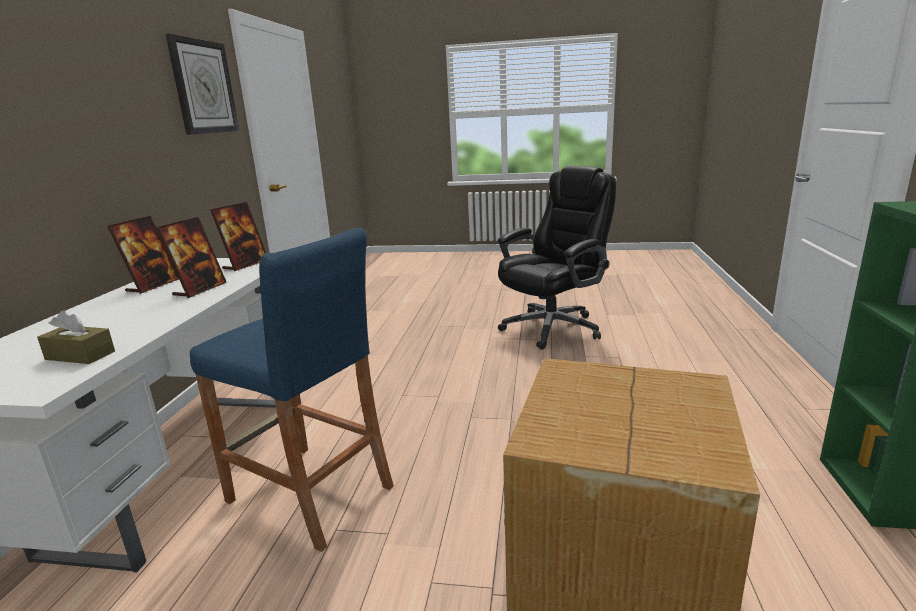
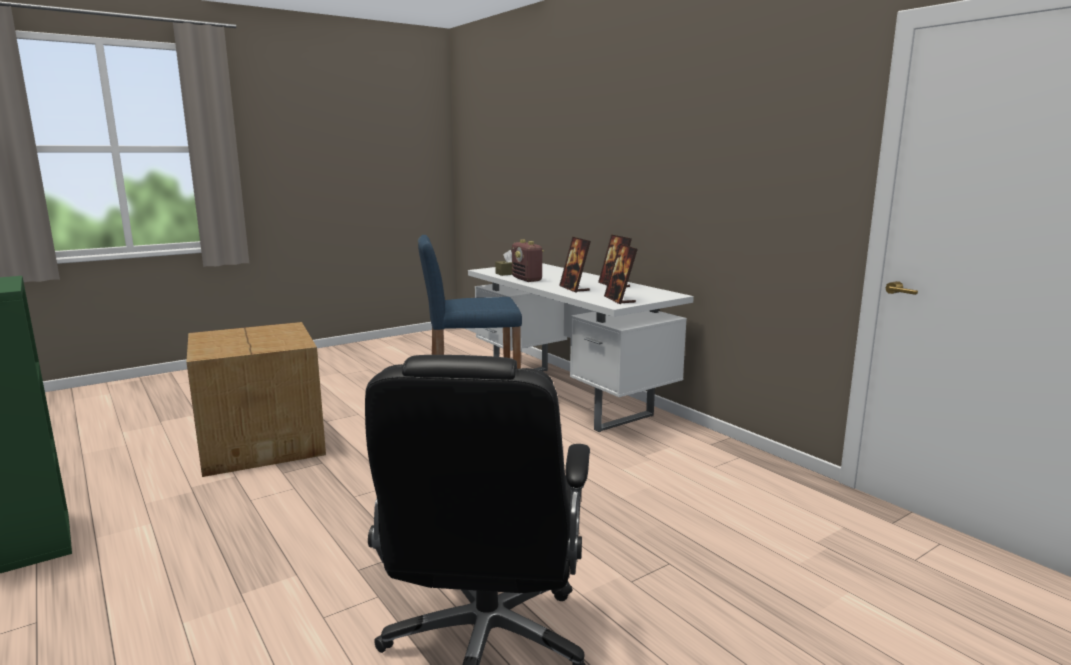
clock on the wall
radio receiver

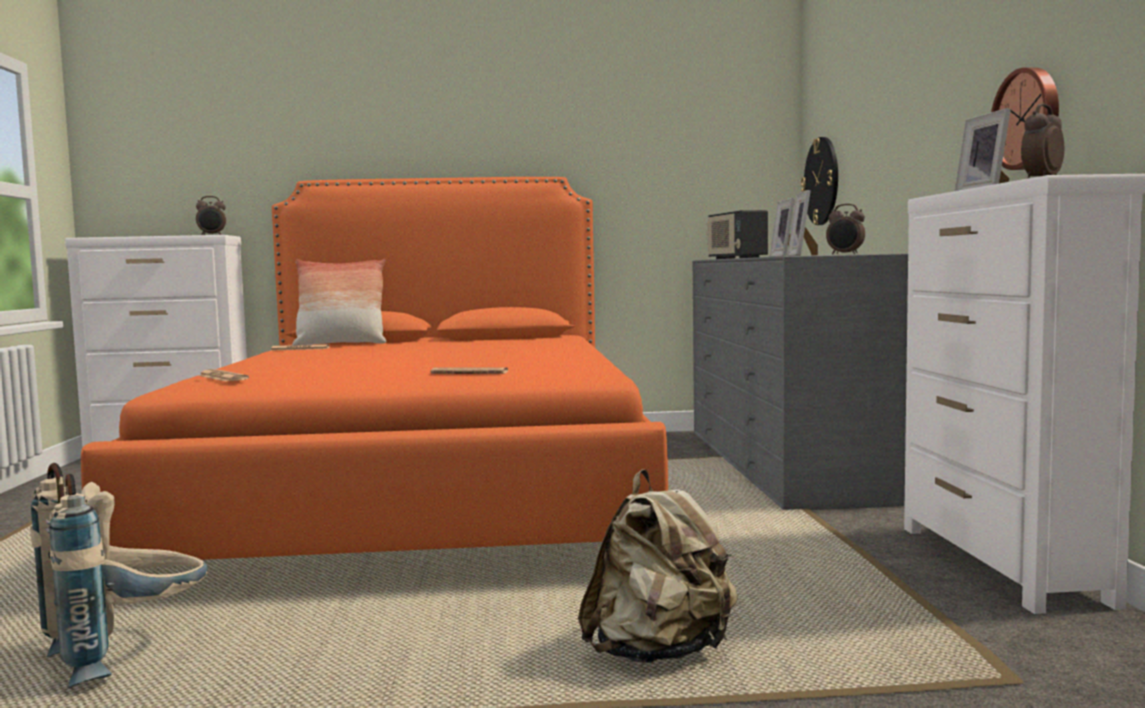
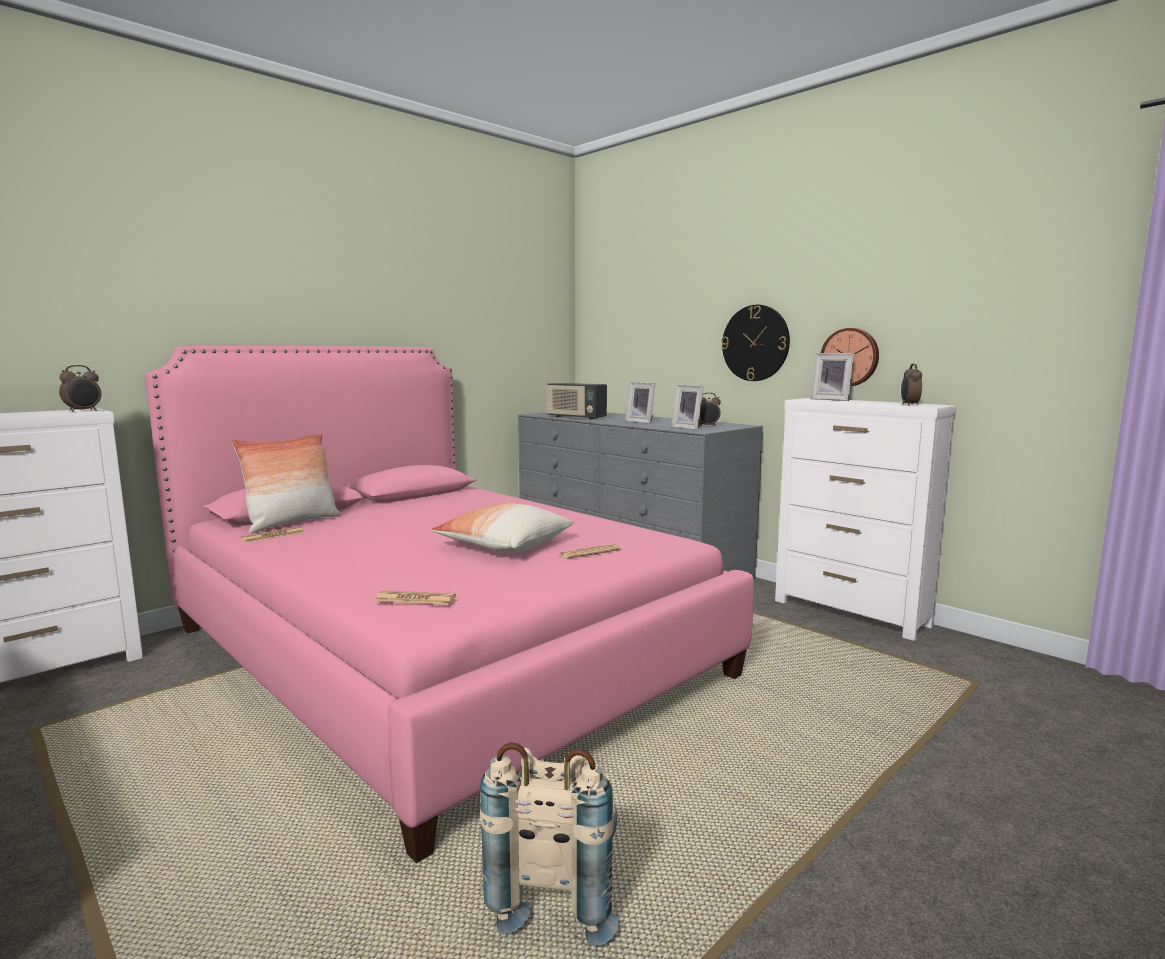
clock on the wall (no. 1 from left)
pinkish bed
beige knapsack (no. 2 from left in the first image)
cushion (no. 2 from left)

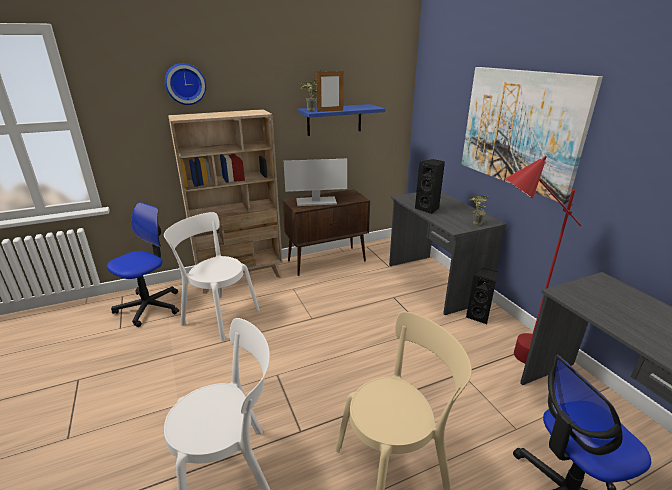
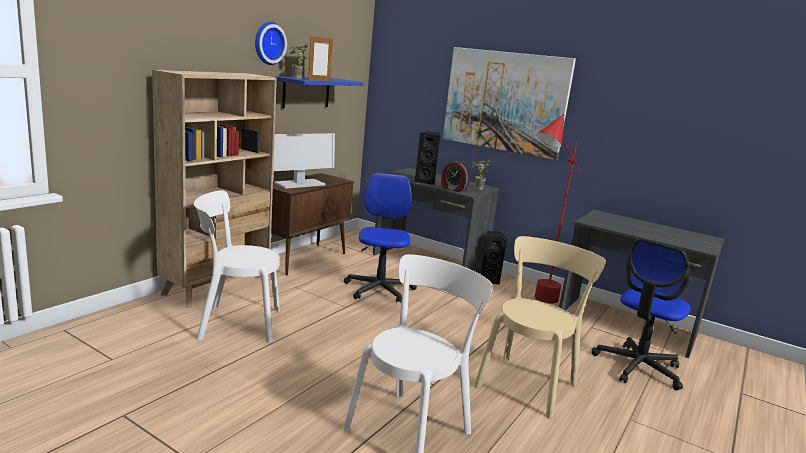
clock on the wall
desk chair (no. 1 from left)
alarm clock

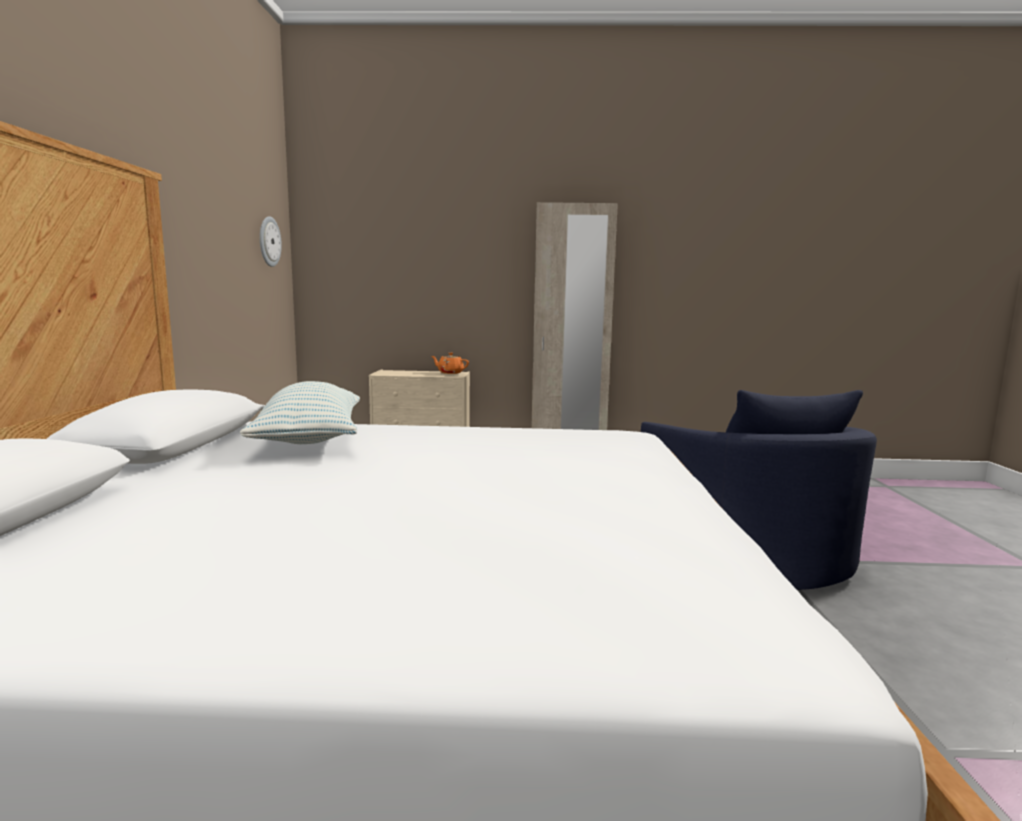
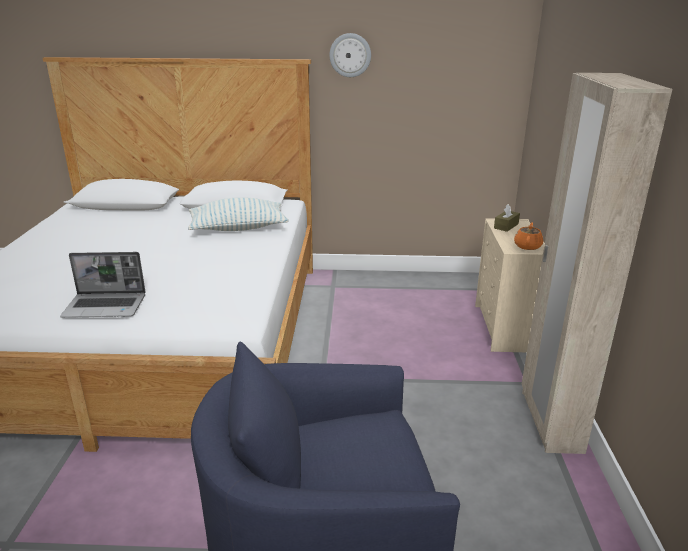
clock on the wall
brownish tissue box
portable computer

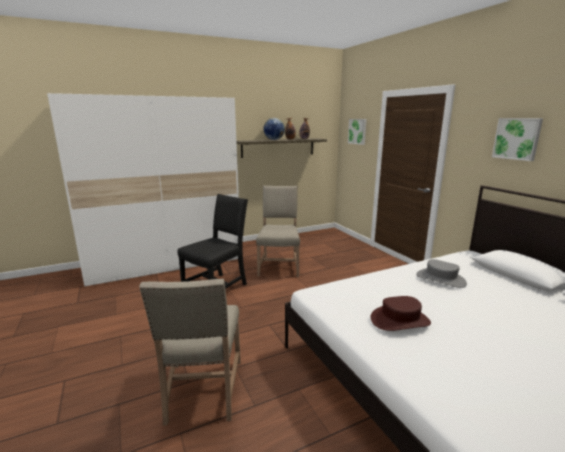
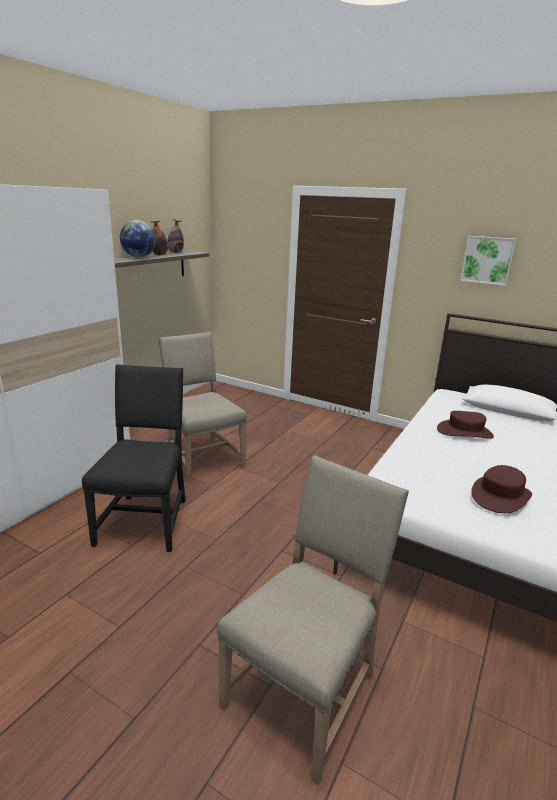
wall art (no. 1 from left in the first image)
brownish hat (no. 1 from left)
beige chair (no. 2 from left)

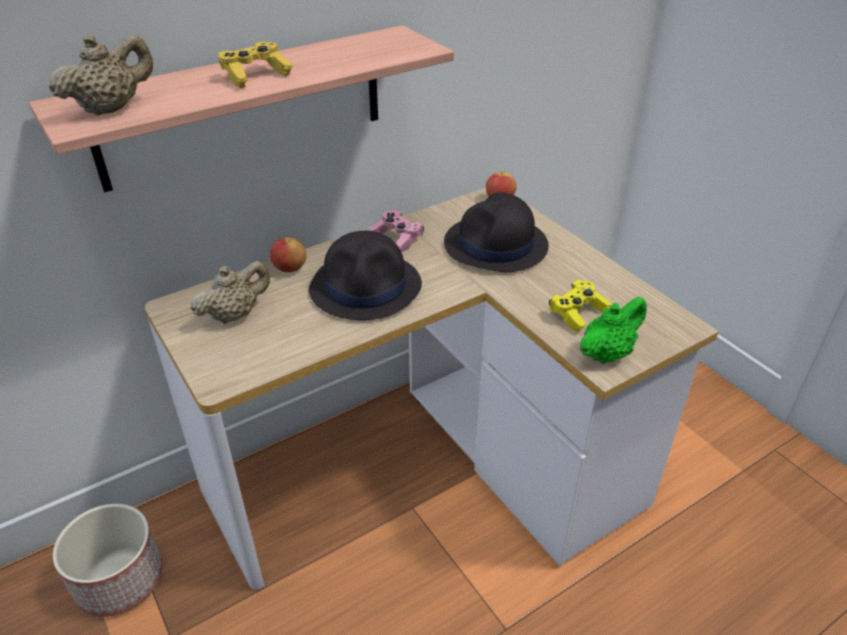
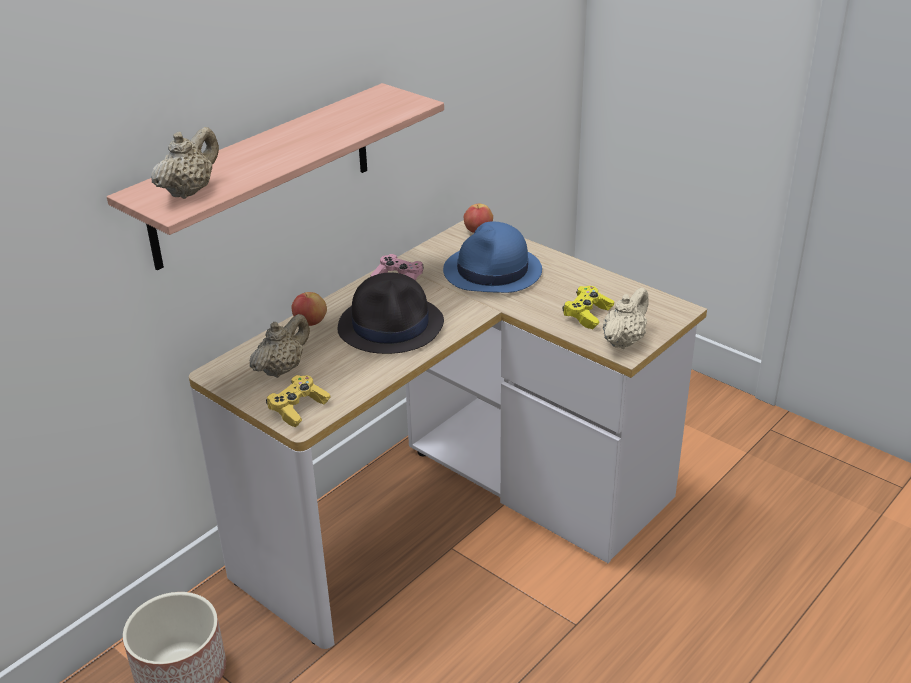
yellow-coloured gamepad (no. 1 from left)
blue-coloured hat
beige teapot (no. 3 from left)

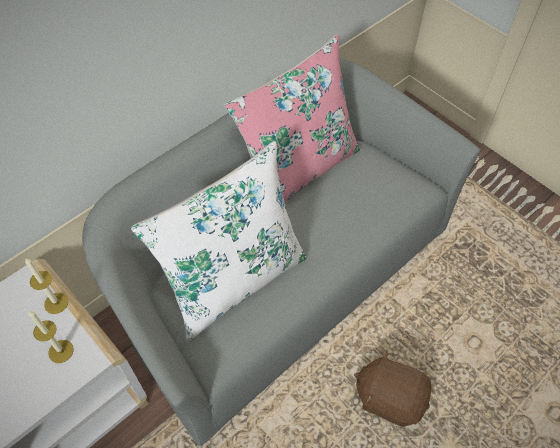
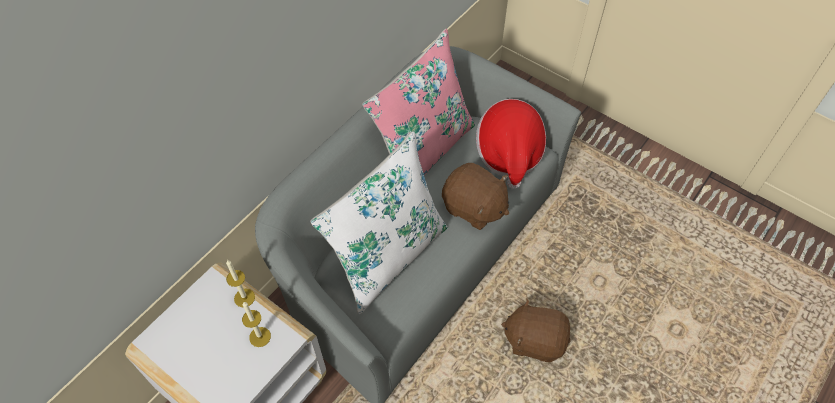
hat
brownish cuddly toy (no. 1 from left)

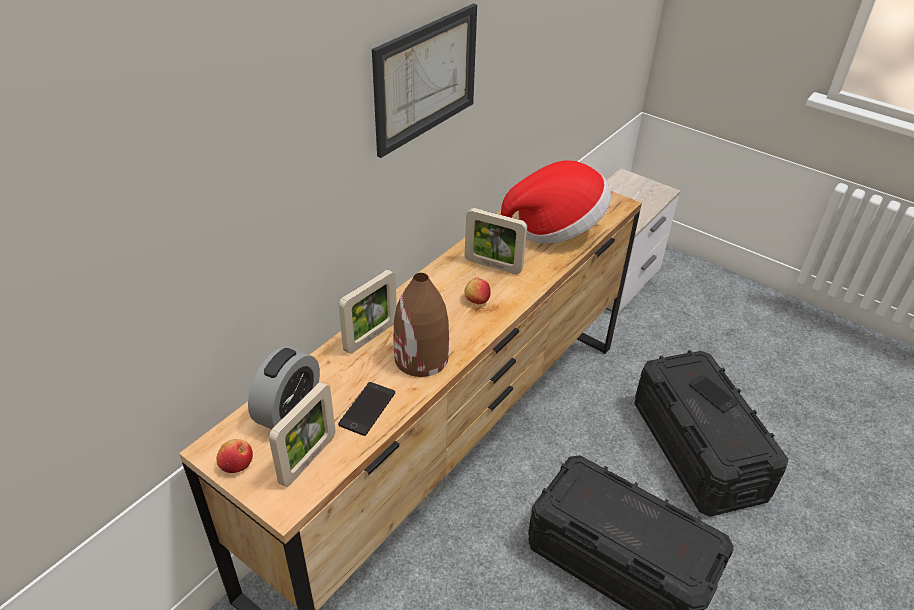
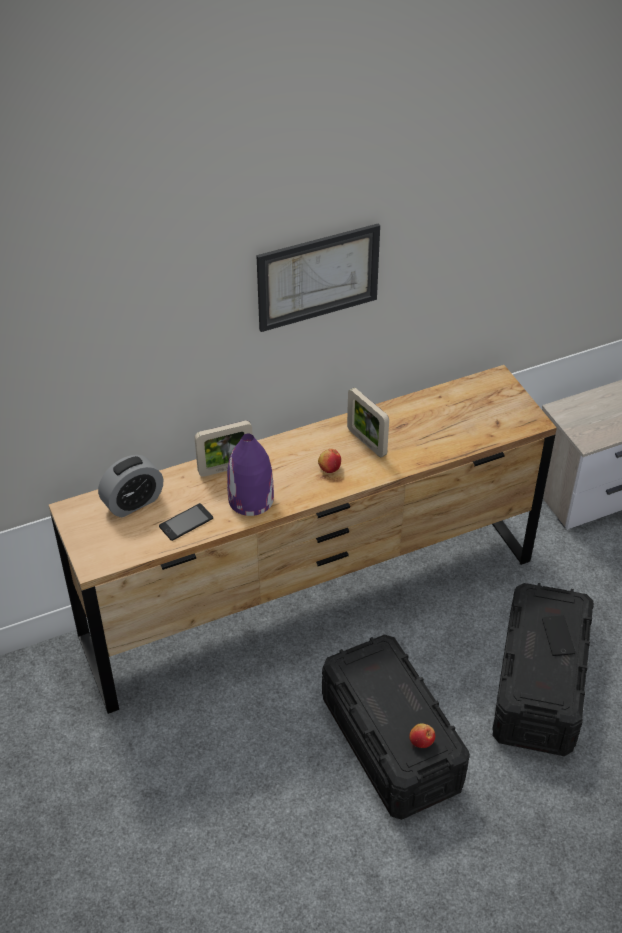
hat
purplish vase
standing frame (no. 1 from left in the first image)
whole apple (no. 2 from left)

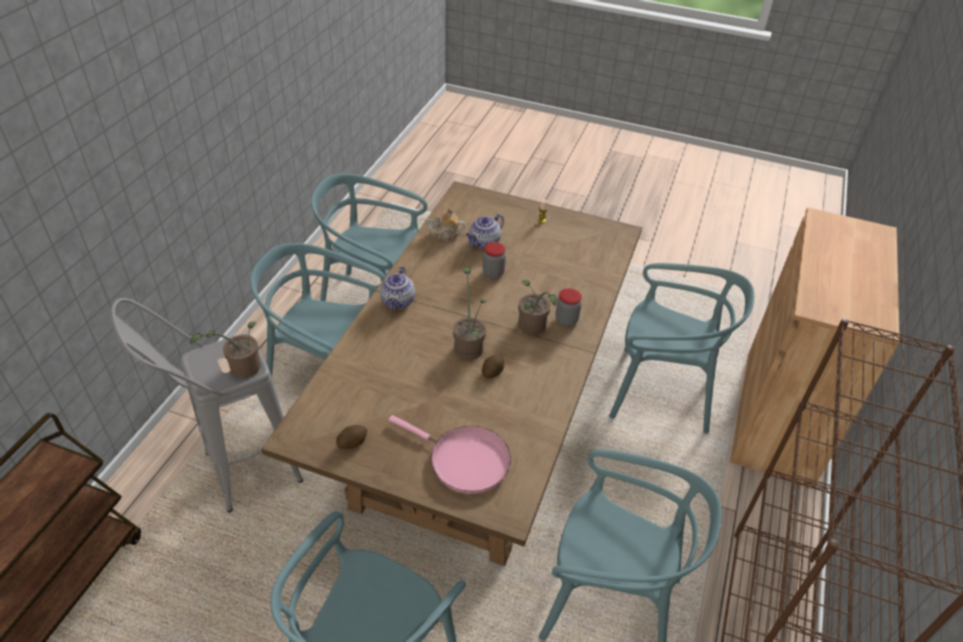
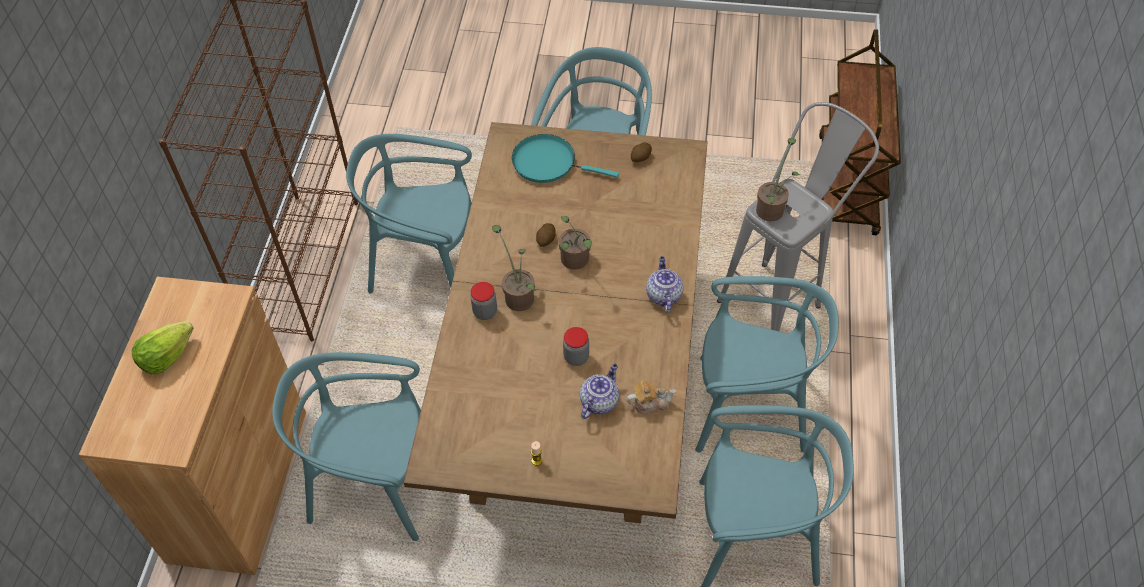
turquoise-coloured frying pan
lettuce

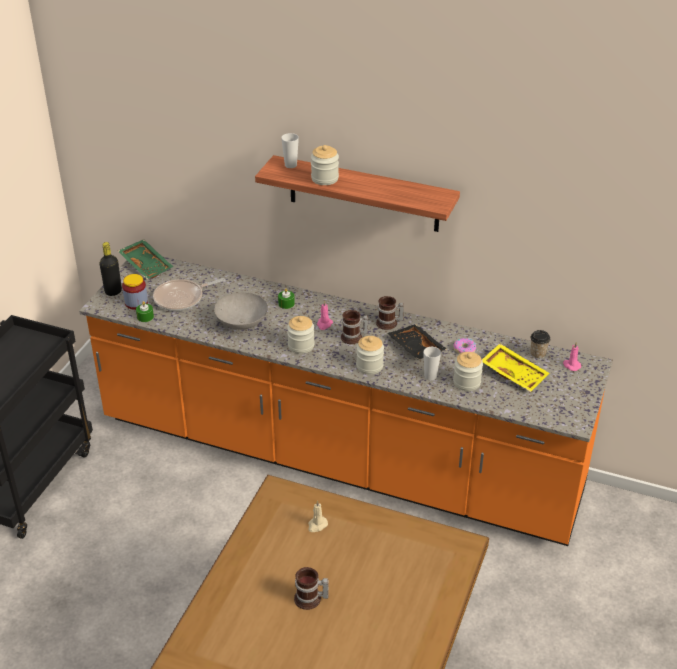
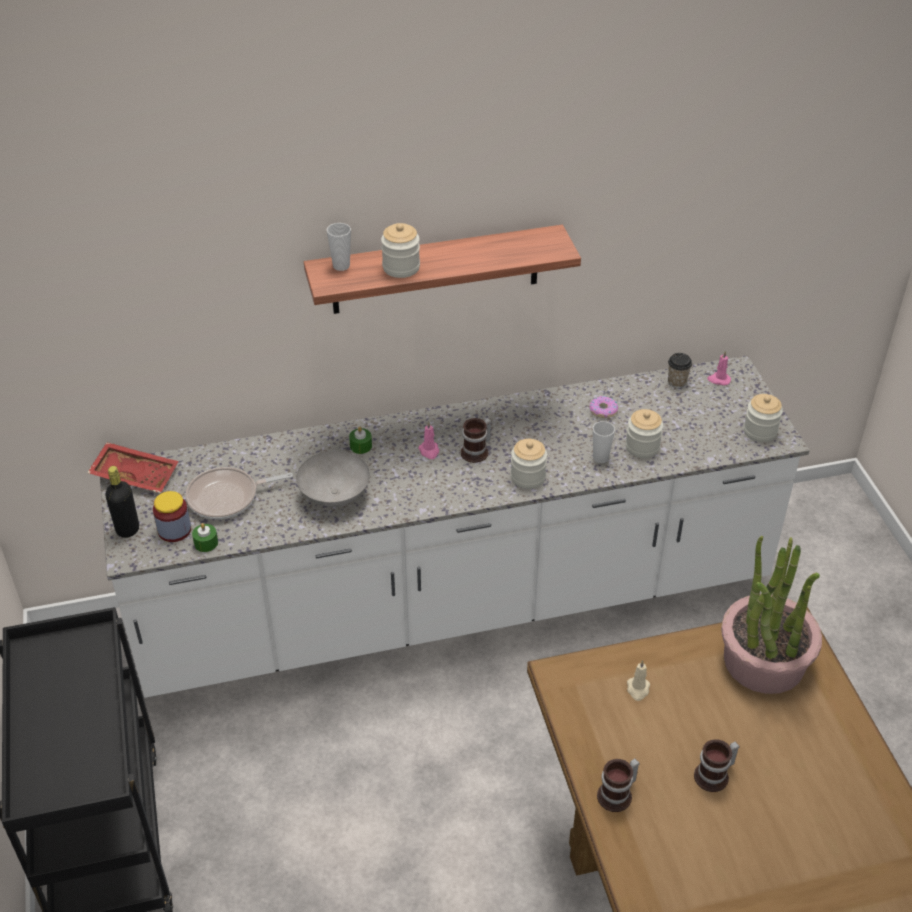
red-coloured tray
whitish kitchen counter
frying pan
mug (no. 2 from left)
storage jar (no. 5 from left)
blackish tray
yellow-coloured tray
plant in a pot

